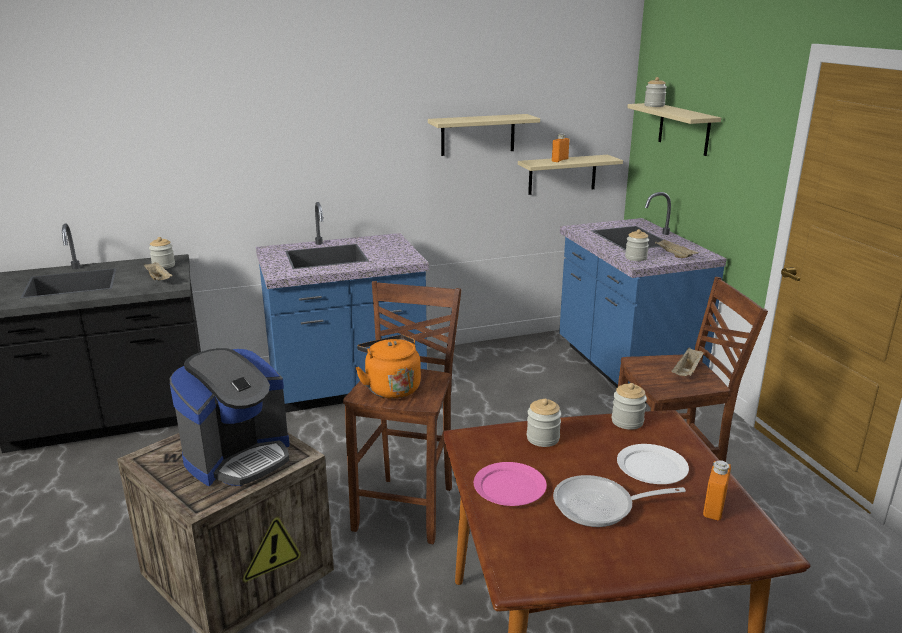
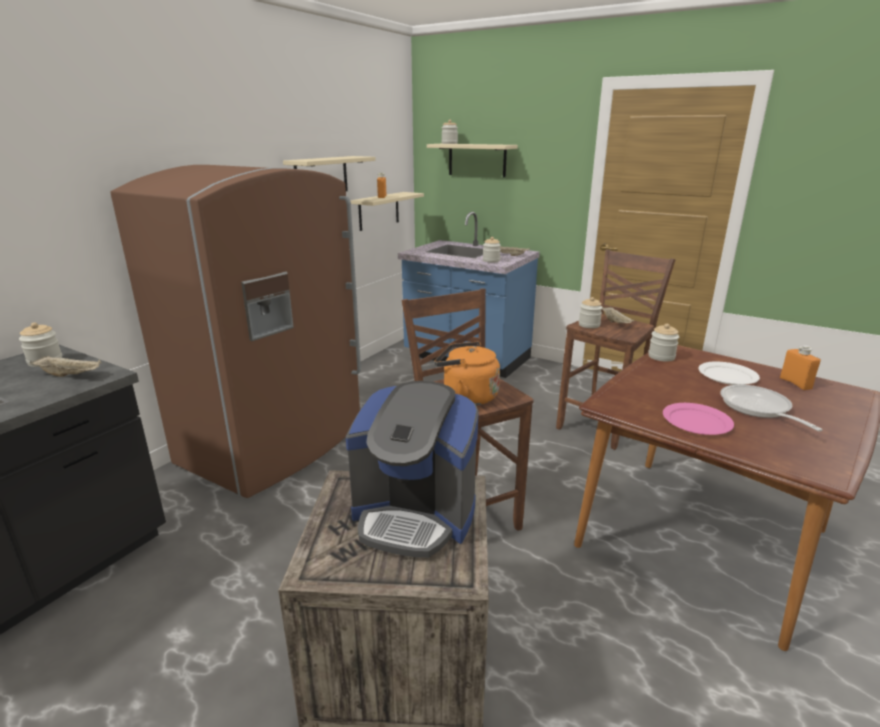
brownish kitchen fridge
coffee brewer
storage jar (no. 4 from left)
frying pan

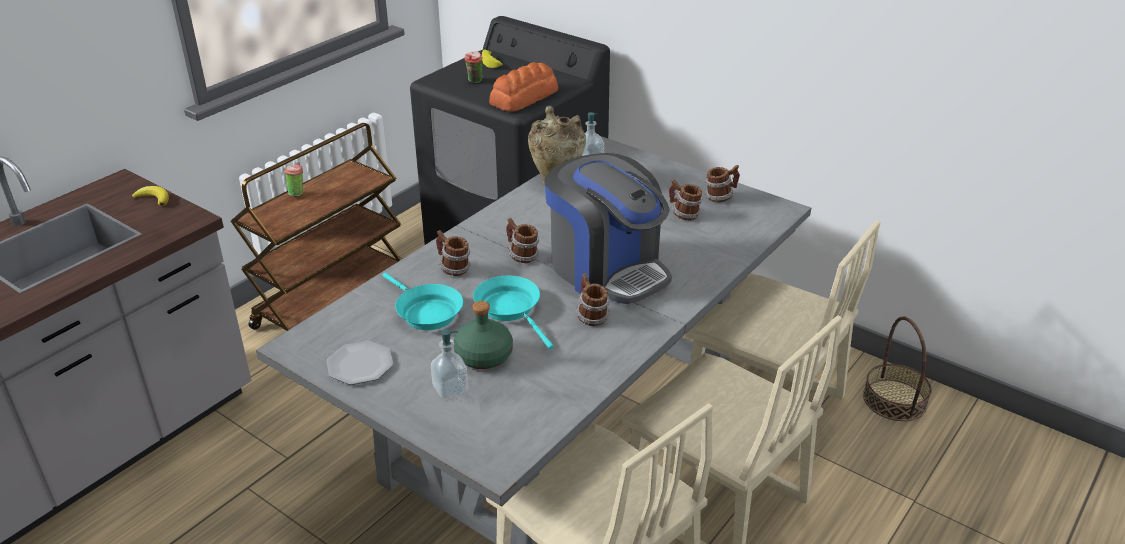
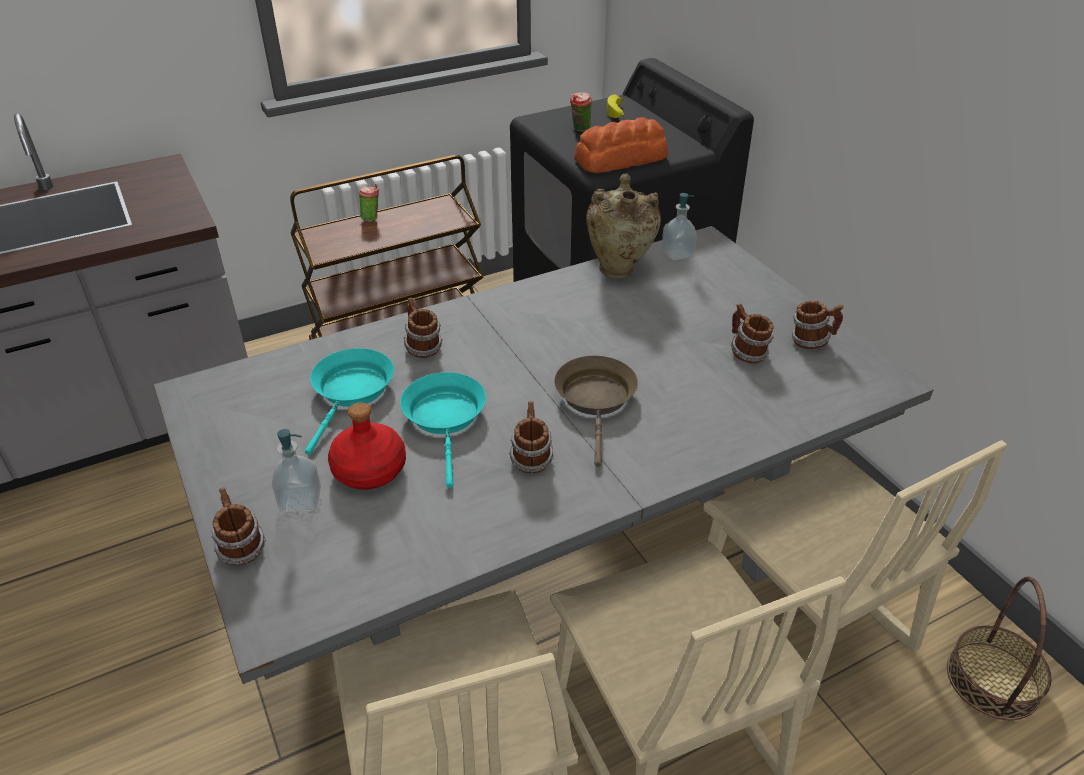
brownish frying pan
banana fruit (no. 1 from left in the first image)
mug (no. 1 from left)
turquoise-coloured frying pan (no. 1 from left)
red-coloured drink bottle
dinner plate

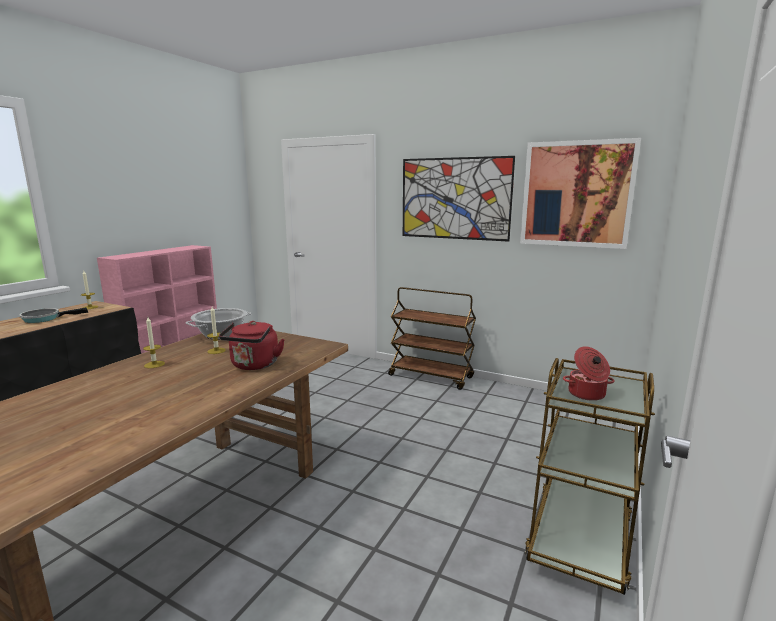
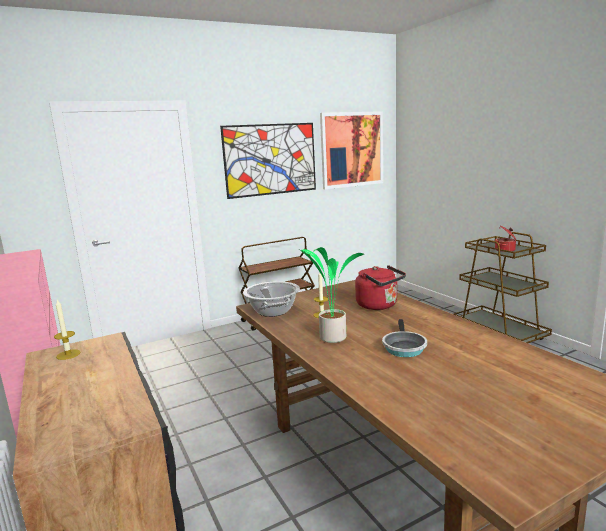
frying pan
plant in a pot

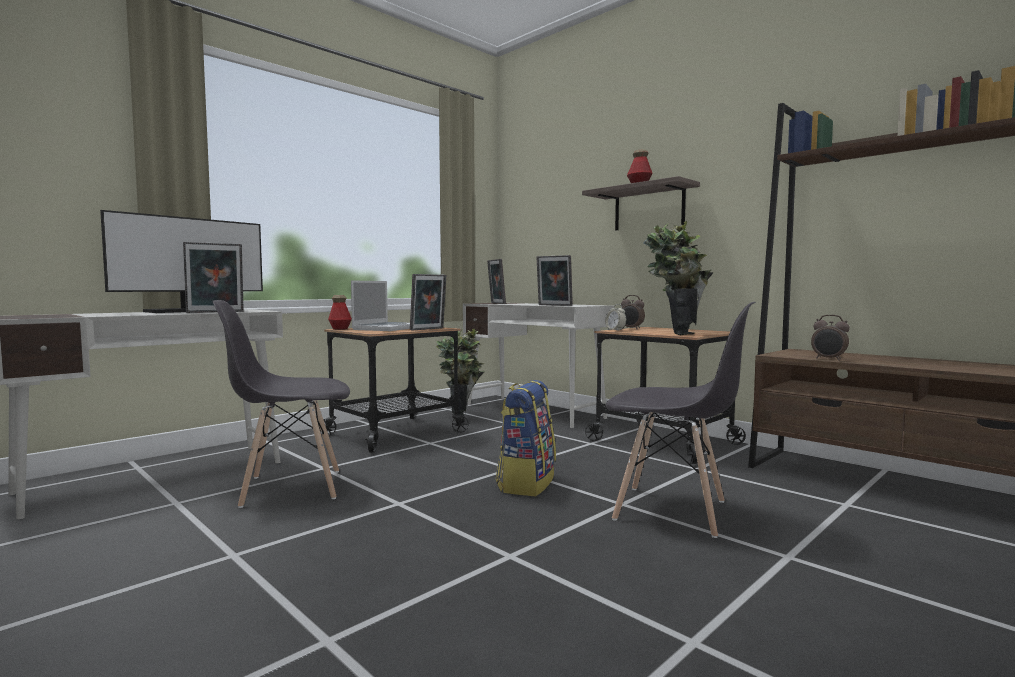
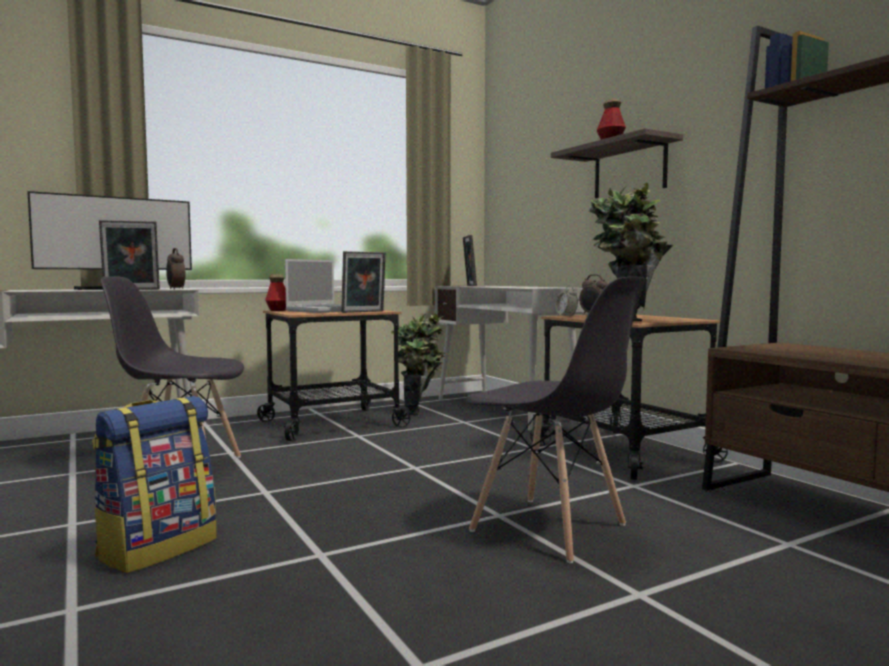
standing frame (no. 4 from left in the first image)
alarm clock (no. 1 from left)
knapsack

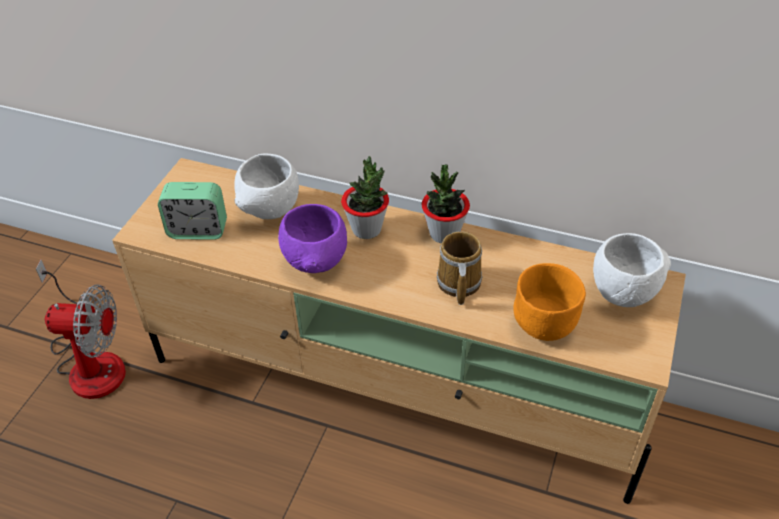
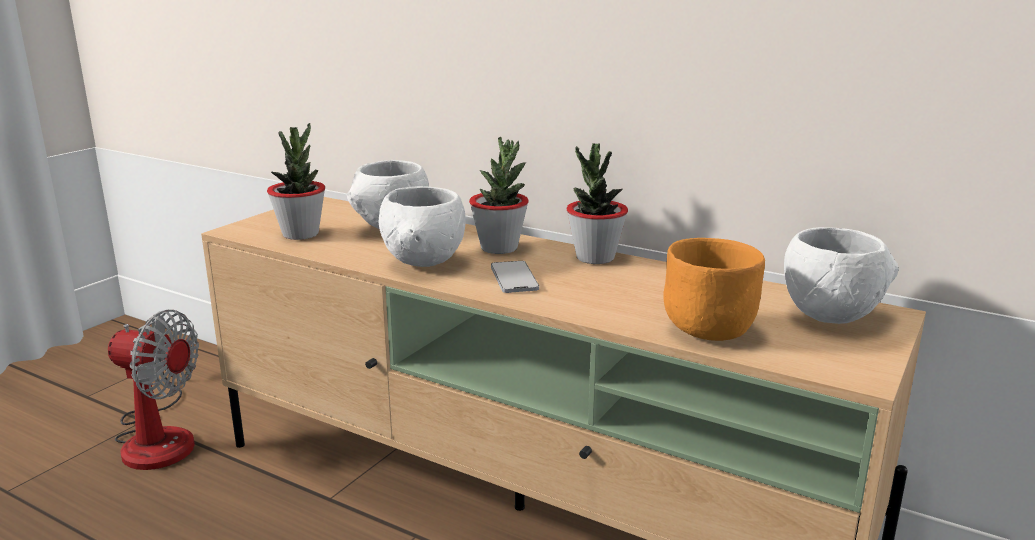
plant in a pot (no. 1 from left)
whitish bowl (no. 2 from left)
mug
telephone

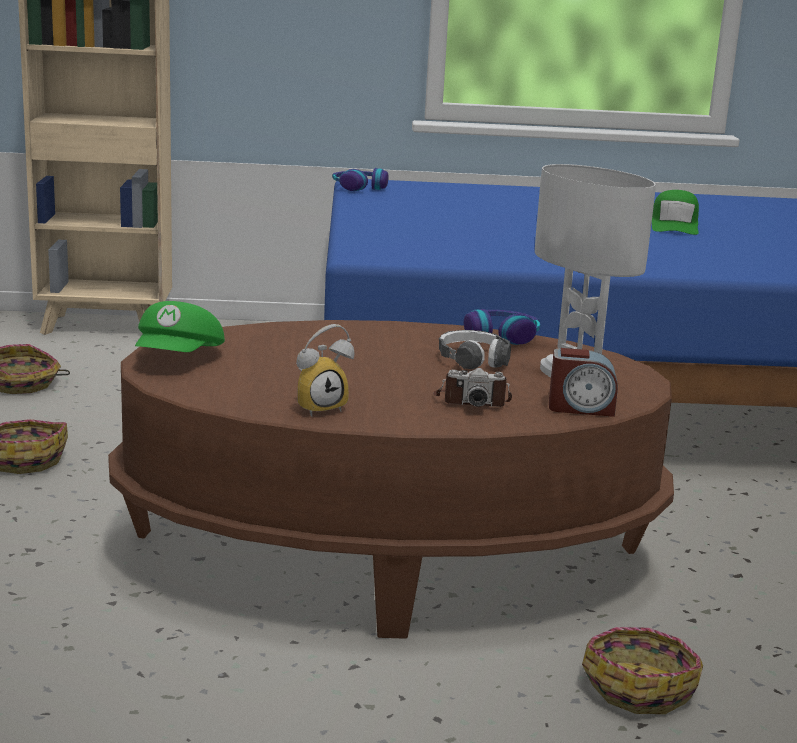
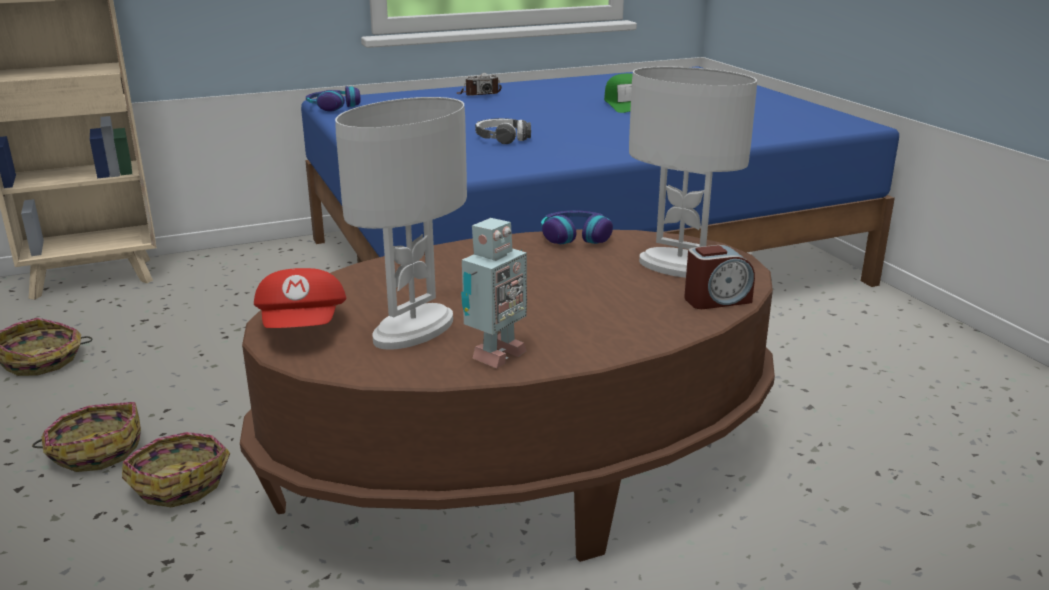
red-coloured cap
toy robot
headset (no. 2 from left)
photo camera
household basket (no. 3 from left)
whitish lamp for a table (no. 1 from left)

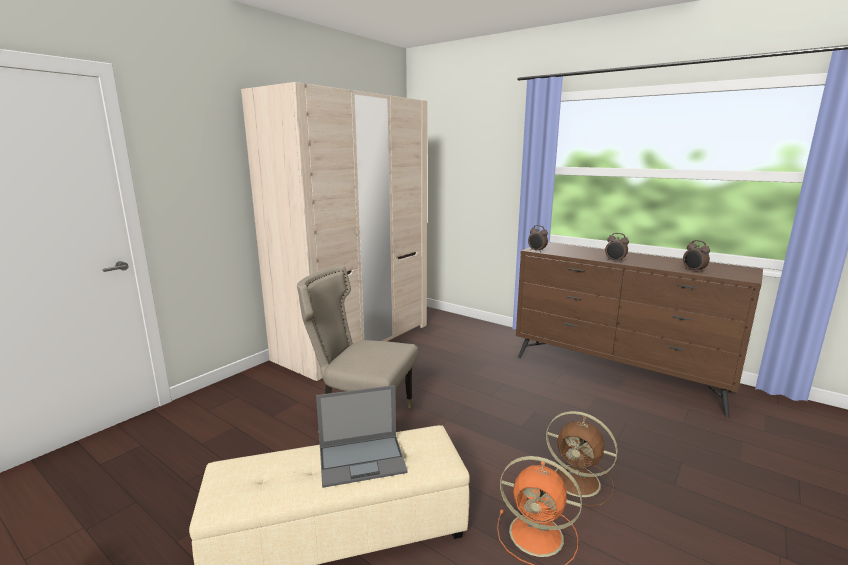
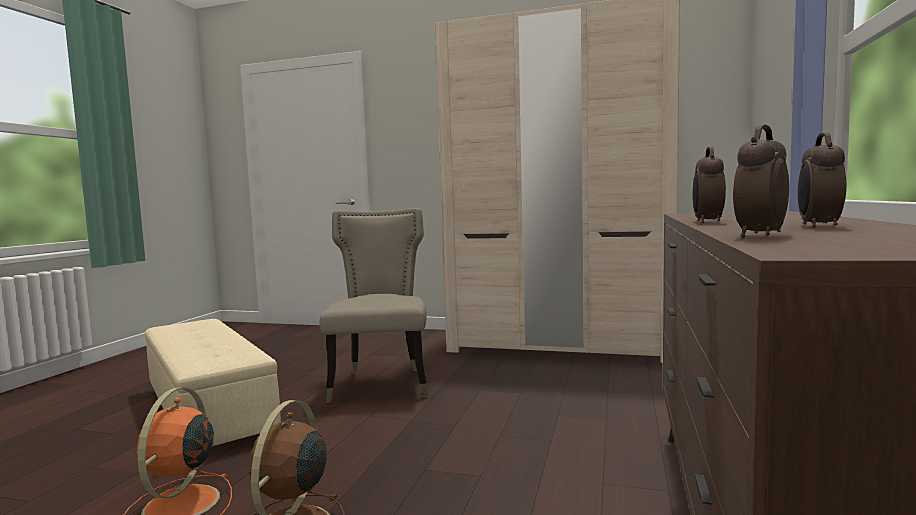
alarm clock (no. 3 from left)
portable computer

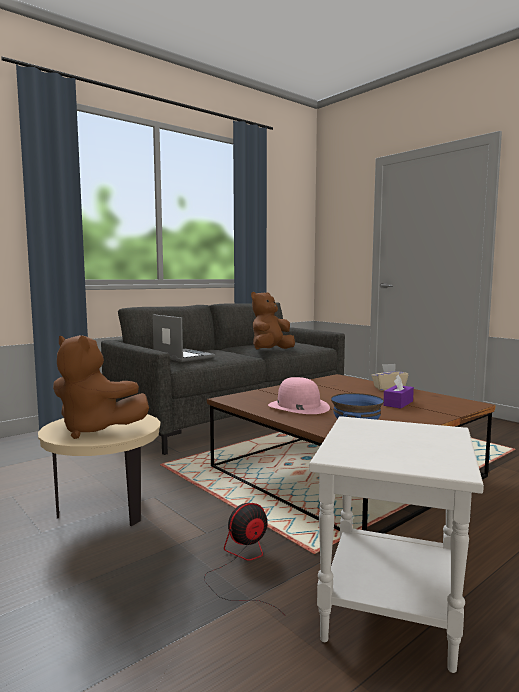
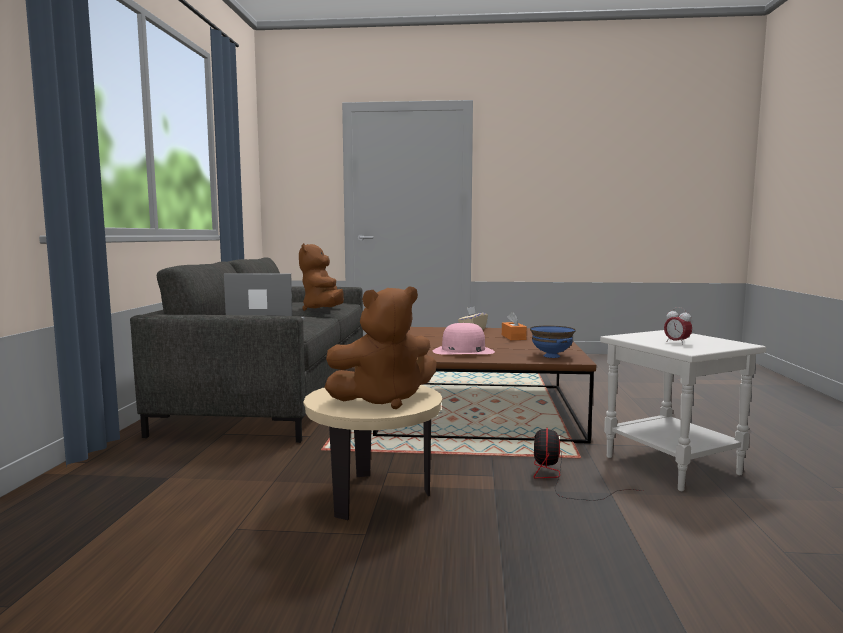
orange tissue box
alarm clock

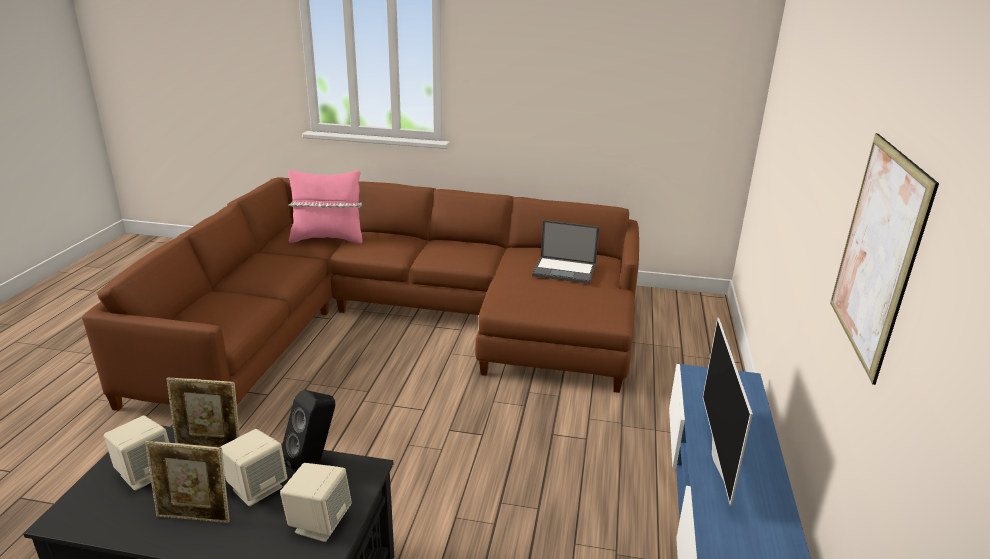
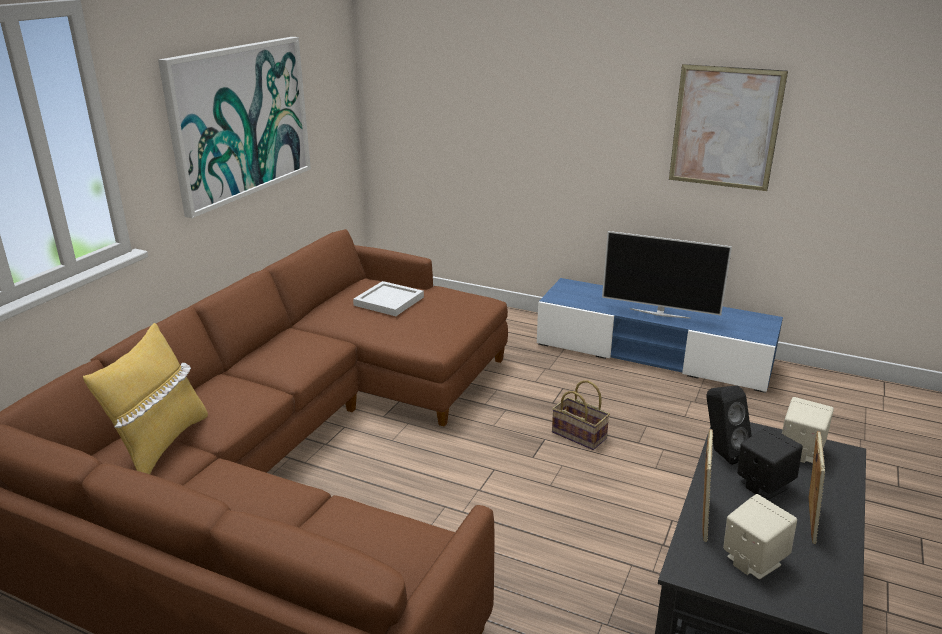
yellow-coloured cushion
whitish tray
blackish audio speaker (no. 2 from left)
wall art (no. 1 from left)
household basket

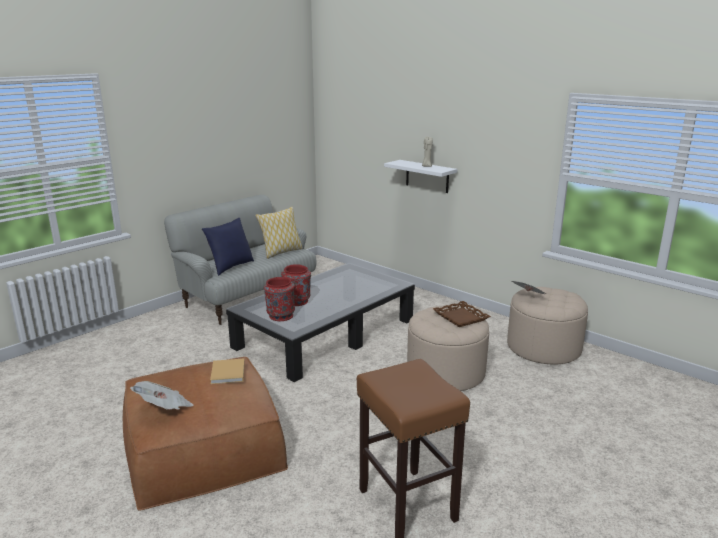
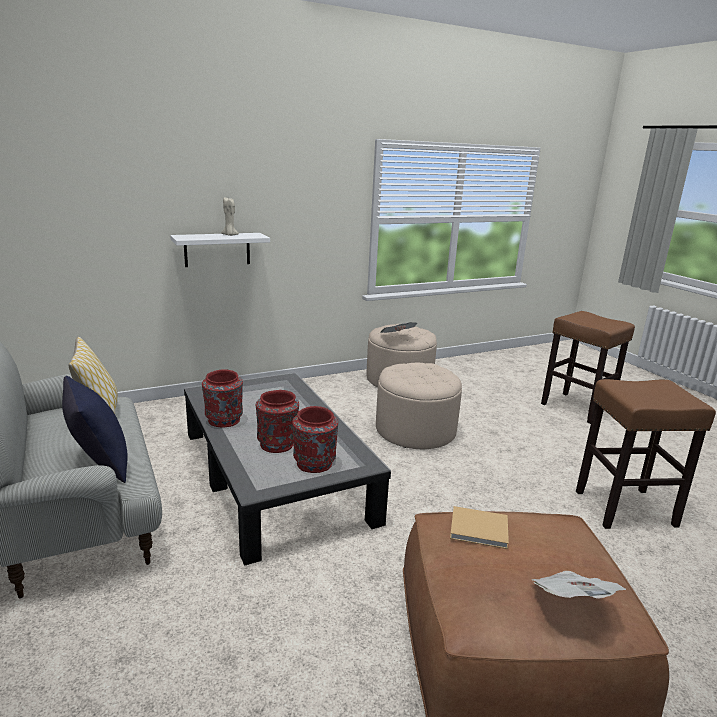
brownish tray
brownish stool (no. 1 from left)
red-coloured vase (no. 1 from left)

